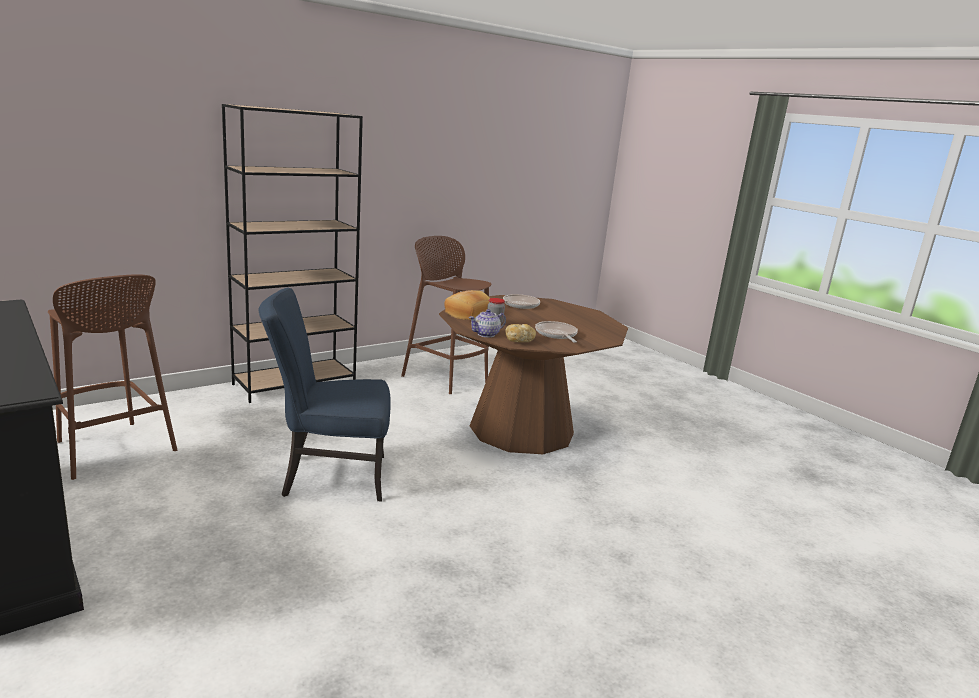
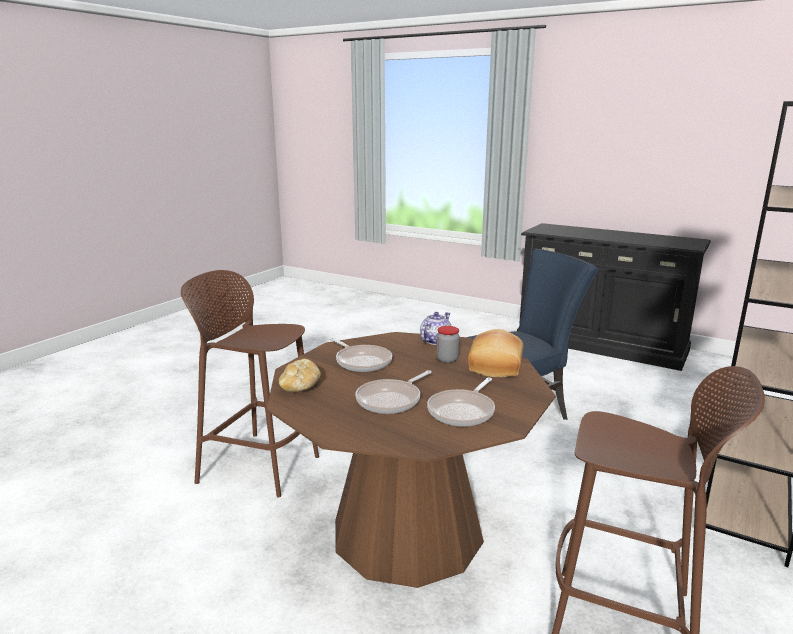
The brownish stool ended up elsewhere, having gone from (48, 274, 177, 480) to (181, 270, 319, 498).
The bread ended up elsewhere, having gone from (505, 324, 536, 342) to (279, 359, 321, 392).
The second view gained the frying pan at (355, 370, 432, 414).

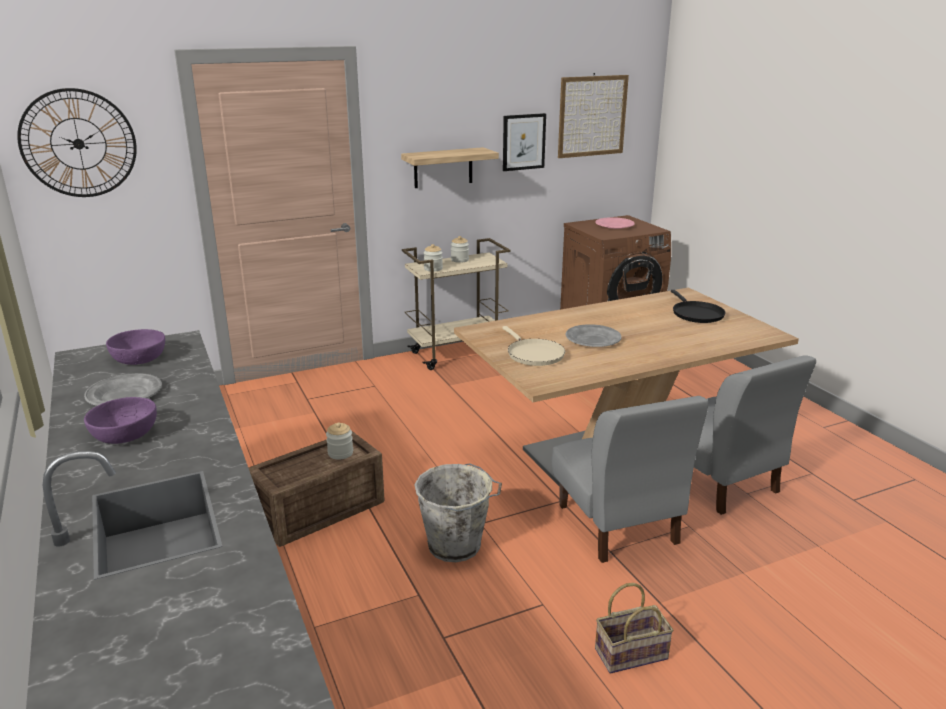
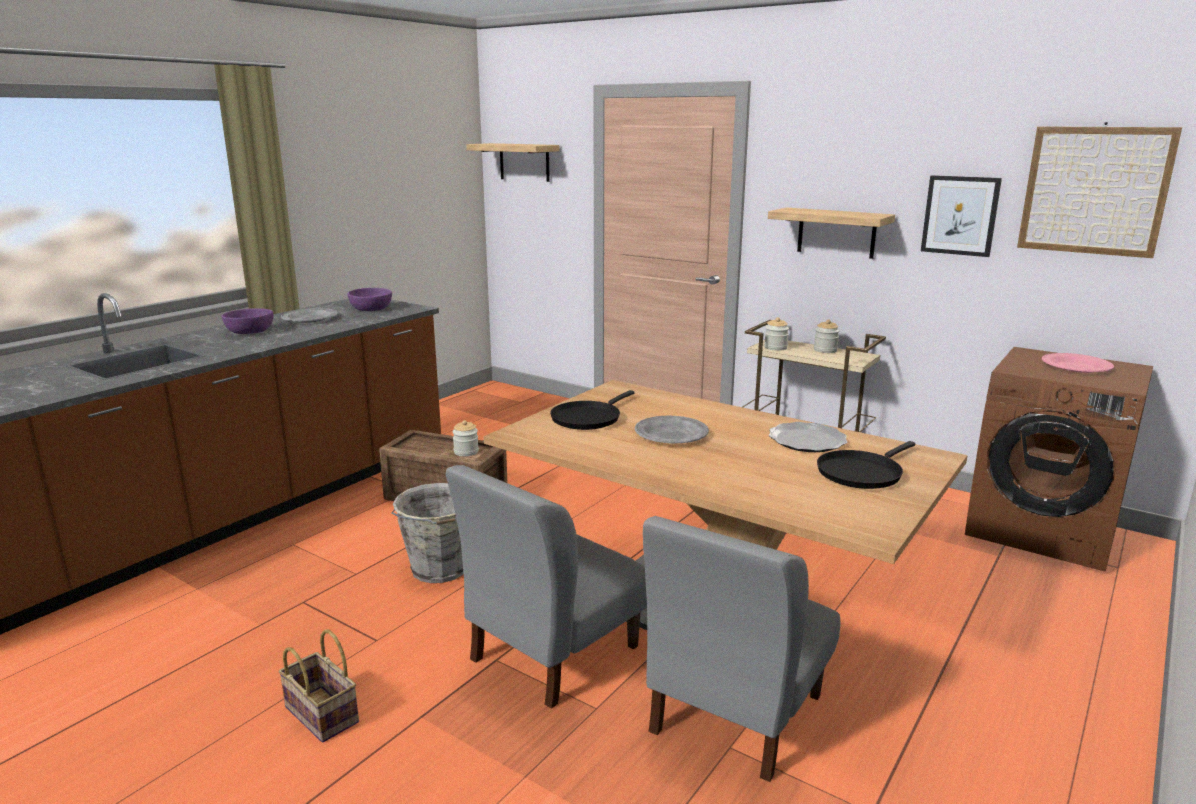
Where the wall clock hung at (17, 88, 137, 197), the bracket shelf came to hang at (466, 143, 559, 182).
What was the beige-coloured frying pan at (502, 326, 565, 366) turned into the black frying pan at (550, 390, 634, 430).
The second view gained the dinner plate at (769, 422, 847, 452).

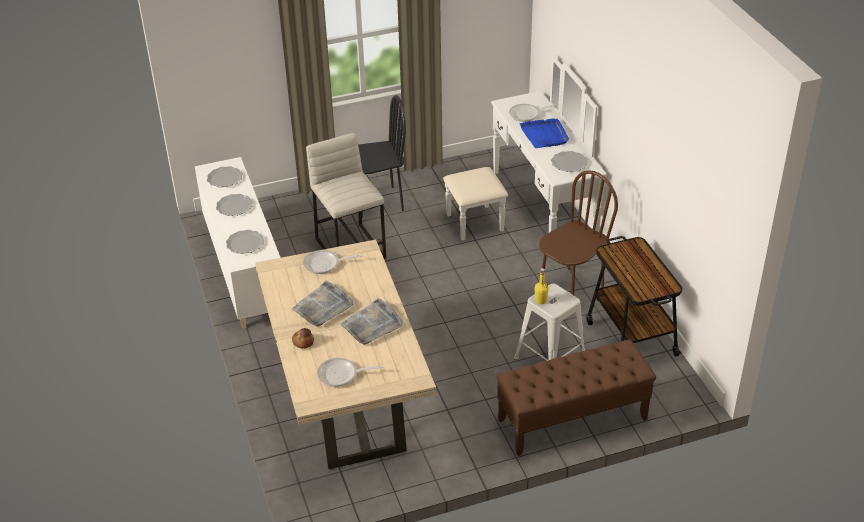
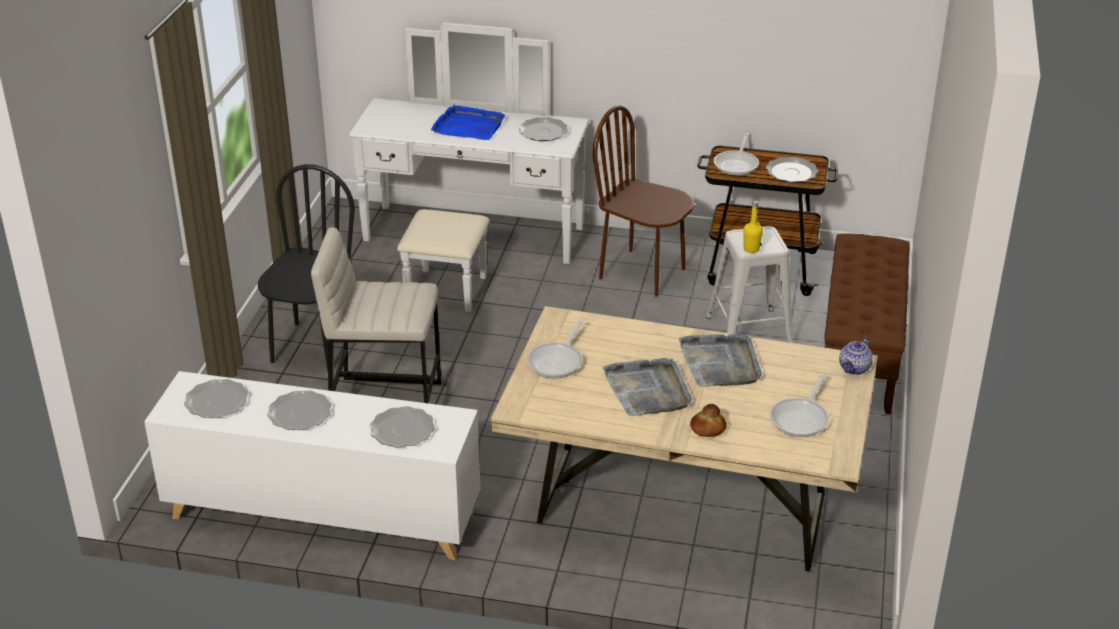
The frying pan ended up elsewhere, having gone from (509, 104, 556, 122) to (714, 133, 759, 176).
The brownish upright chair at (539, 170, 618, 295) ended up facing another way, 45 degrees counterclockwise from before.
The second view gained the dinner plate at (766, 157, 818, 183).
The second view gained the teapot at (839, 337, 873, 375).

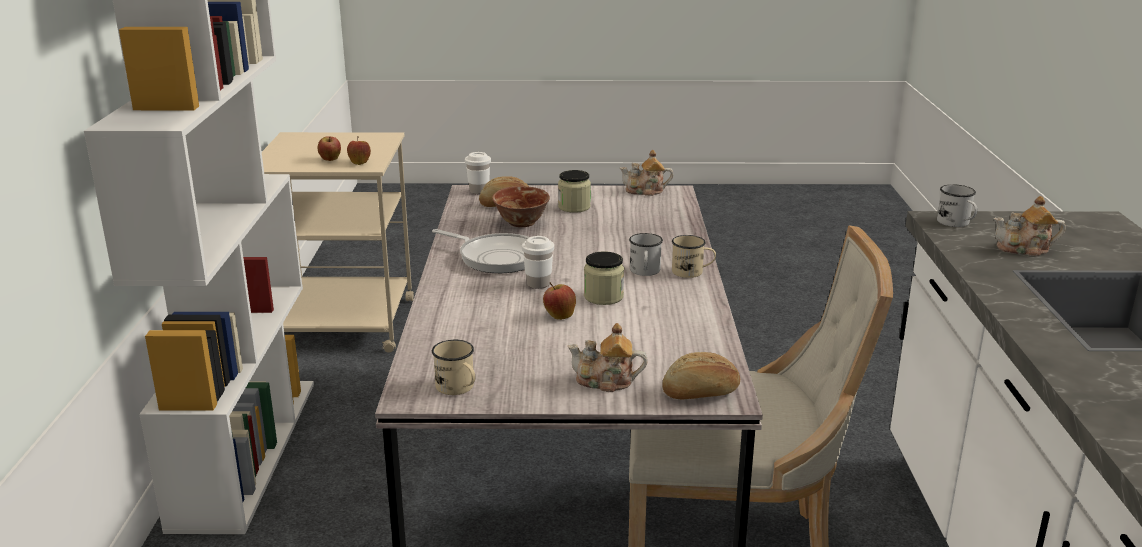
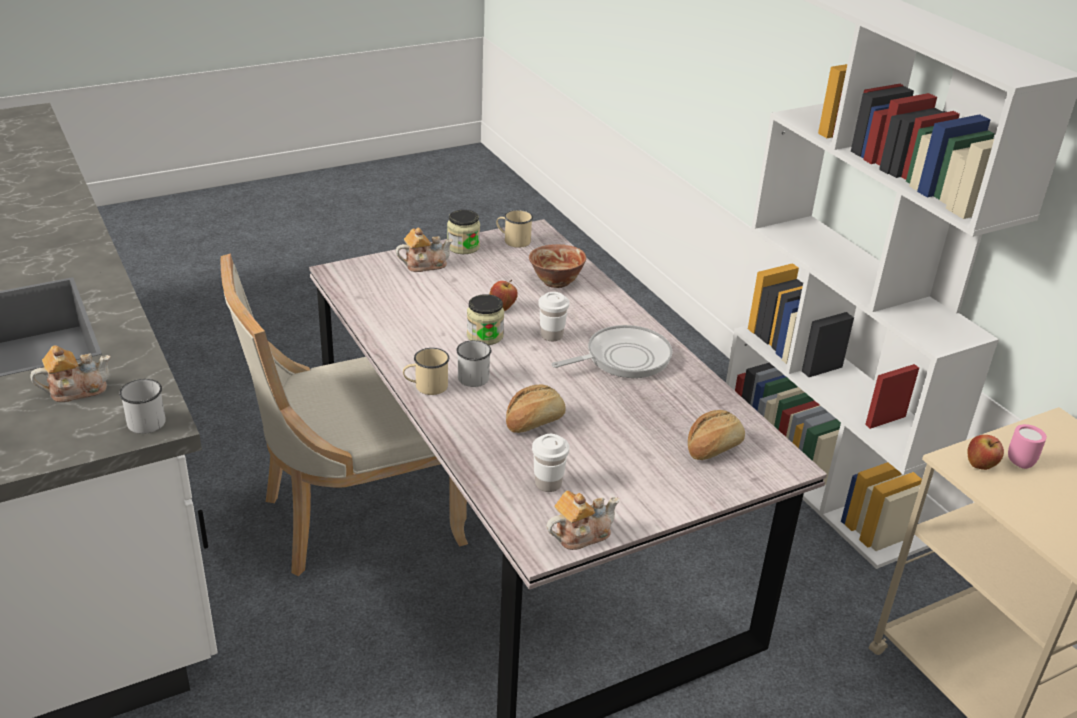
Where the apple fruit stood at (318, 136, 341, 161), the pinkish tea mug came to stand at (1008, 424, 1047, 469).
The frying pan at (432, 229, 529, 273) ended up facing another way, 150 degrees clockwise from before.
The white-coloured drinking cup ended up elsewhere, having gone from (465, 152, 491, 194) to (532, 434, 569, 492).
The deep dish ended up elsewhere, having gone from (492, 186, 550, 227) to (529, 244, 586, 288).
The preserve jar ended up elsewhere, having gone from (558, 170, 591, 213) to (447, 210, 480, 254).
The bread ended up elsewhere, having gone from (662, 352, 740, 400) to (506, 385, 566, 433).

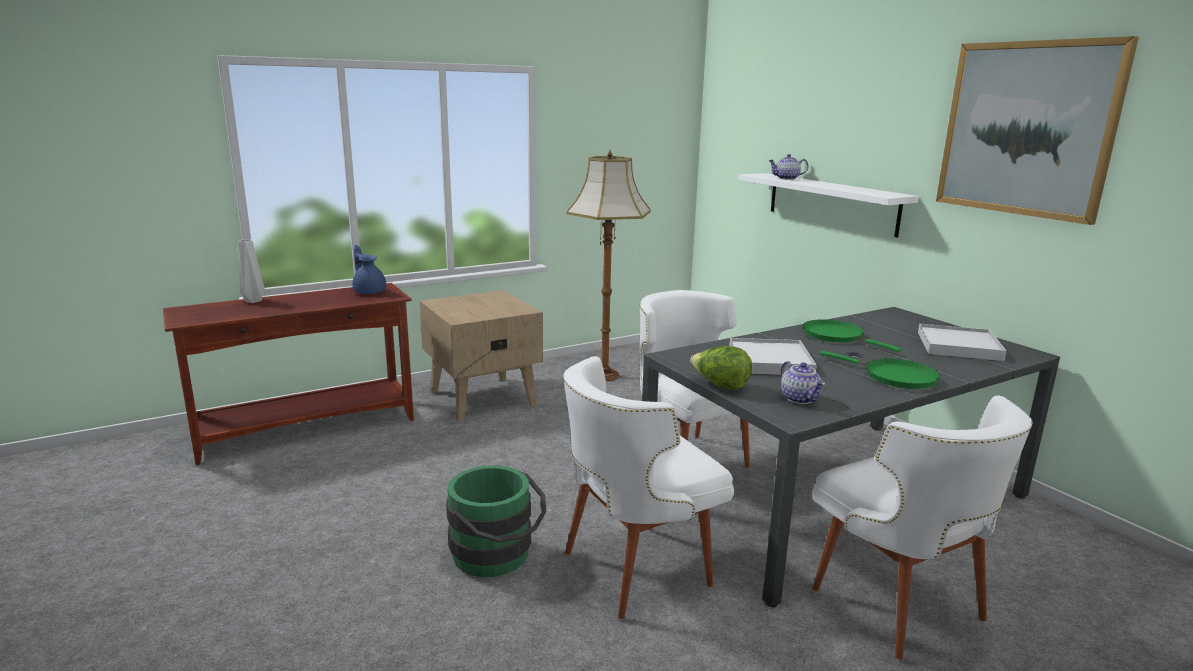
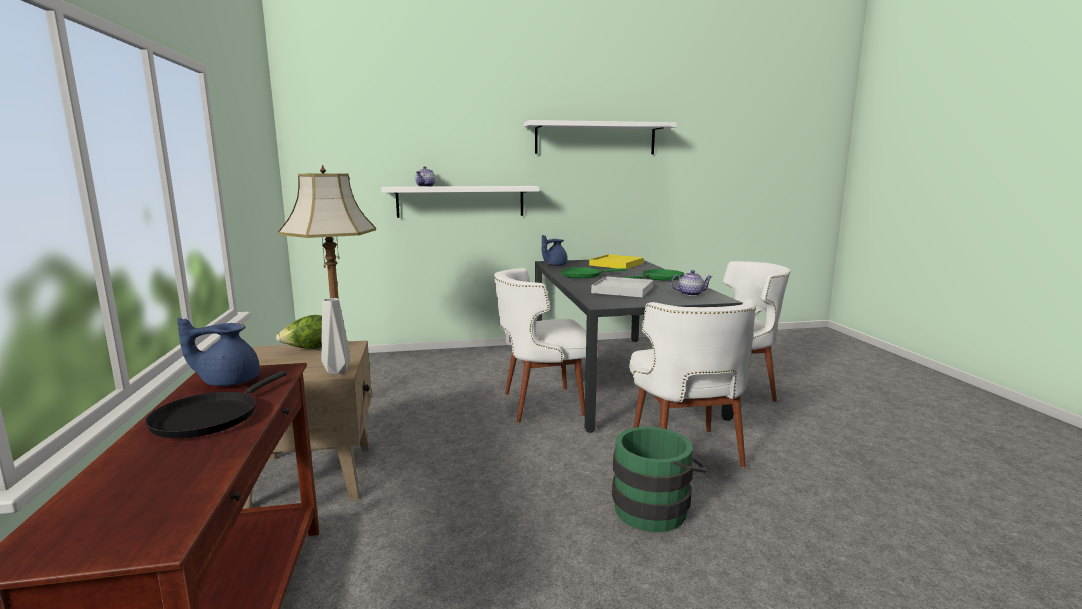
The gray vase ended up elsewhere, having gone from (238, 239, 265, 303) to (321, 298, 350, 374).
The head of lettuce ended up elsewhere, having gone from (690, 346, 752, 390) to (276, 315, 322, 349).
What was the white-coloured carrying tray at (918, 324, 1007, 361) turned into the yellow-coloured carrying tray at (589, 254, 644, 269).
Where the wall art hung at (936, 36, 1139, 225), the white-coloured bracket shelf came to hang at (524, 120, 677, 154).
The second view gained the black frying pan at (145, 371, 287, 438).
The second view gained the blue teapot at (542, 235, 568, 266).

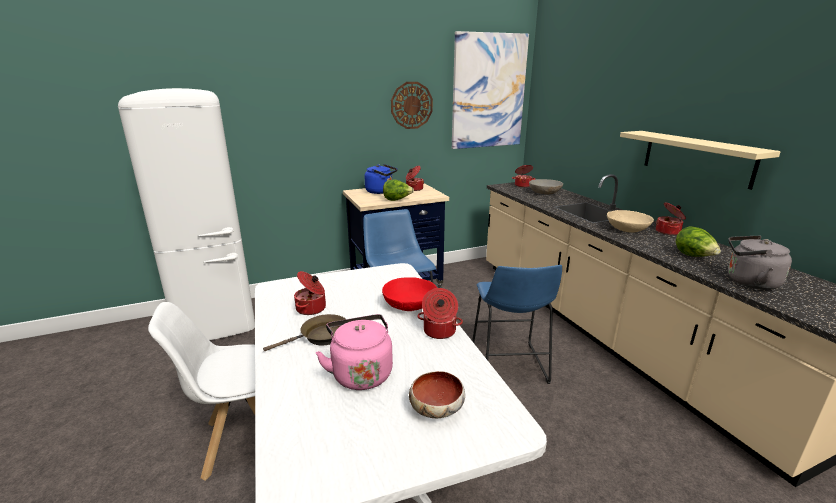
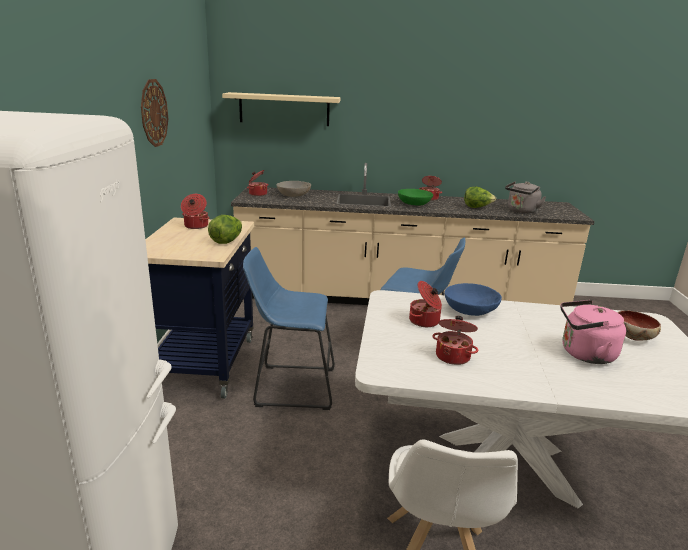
The second view lost the brownish frying pan at (263, 314, 345, 351).
The second view lost the blue tea kettle at (364, 164, 397, 194).
What was the reddish deep dish at (382, 277, 437, 311) turned into the blue deep dish at (444, 283, 502, 316).
The stockpot ended up elsewhere, having gone from (417, 288, 463, 339) to (409, 281, 442, 327).
The second view lost the wall art at (452, 31, 529, 149).
What was the beige-coloured deep dish at (607, 210, 654, 233) turned into the greenish deep dish at (398, 189, 433, 206).
The beige-coloured bracket shelf ended up elsewhere, having gone from (620, 131, 781, 190) to (222, 92, 340, 126).

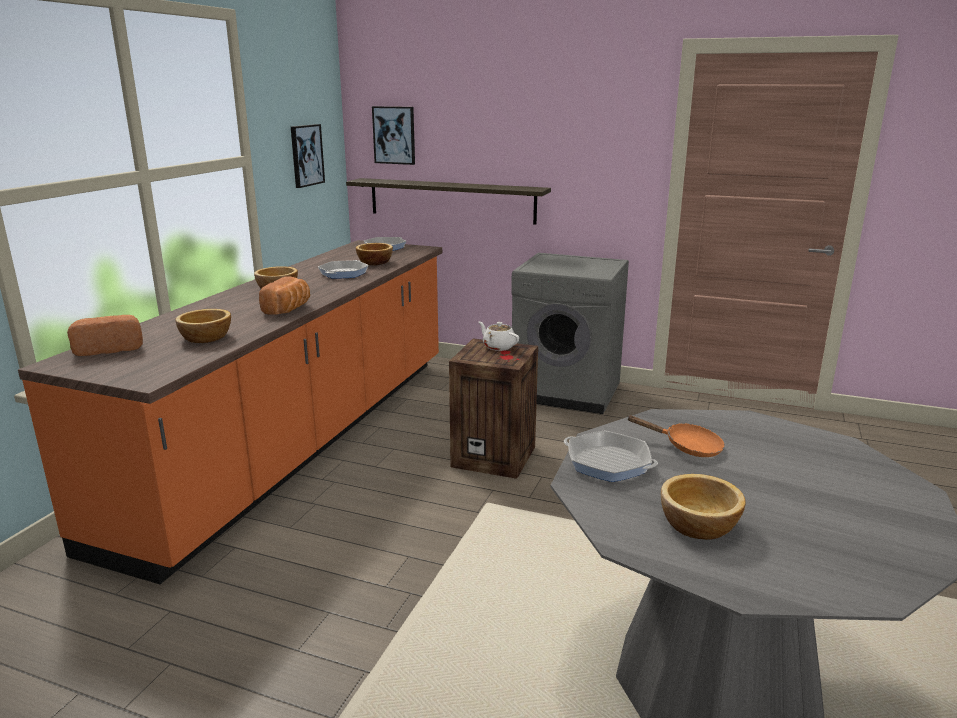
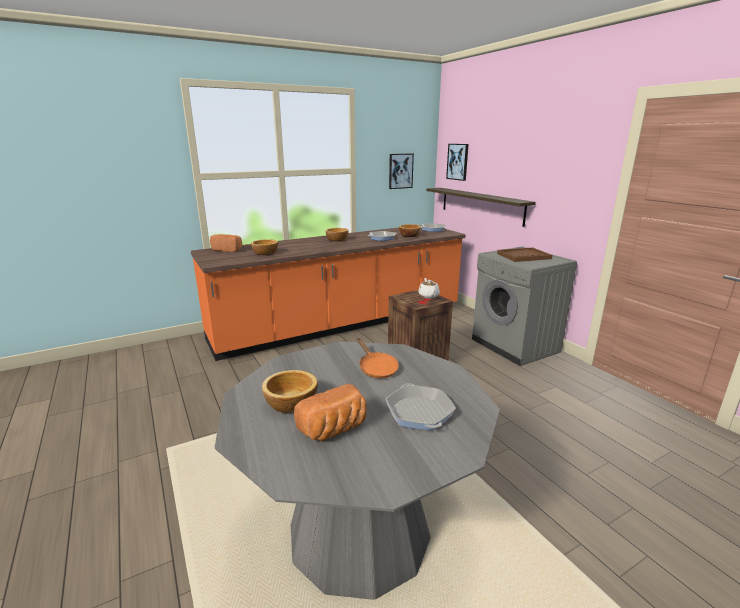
The bread ended up elsewhere, having gone from (259, 276, 310, 315) to (294, 384, 367, 441).
The frying pan ended up elsewhere, having gone from (564, 431, 658, 482) to (385, 383, 456, 431).
The second view gained the brownish carrying tray at (497, 248, 552, 262).

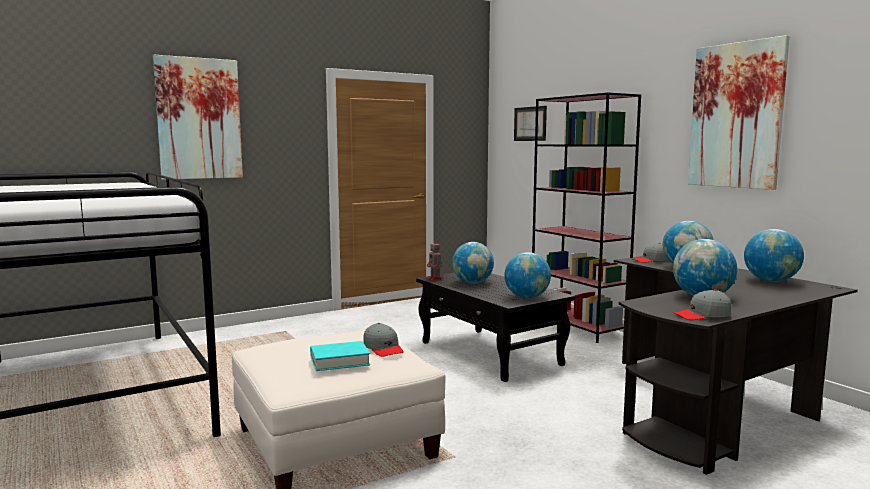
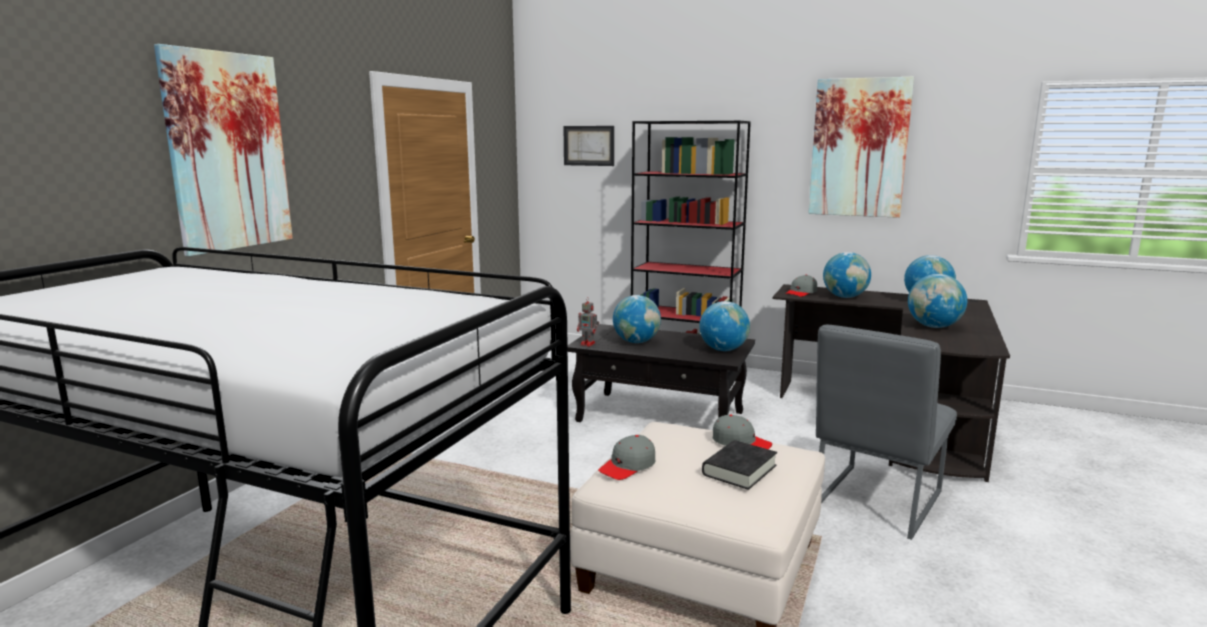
What was the blue-green bound book at (310, 341, 370, 371) turned into the black bound book at (702, 440, 777, 490).
The gray peaked cap ended up elsewhere, having gone from (673, 289, 731, 320) to (598, 435, 655, 480).
The second view gained the gray upright chair at (816, 325, 957, 540).

